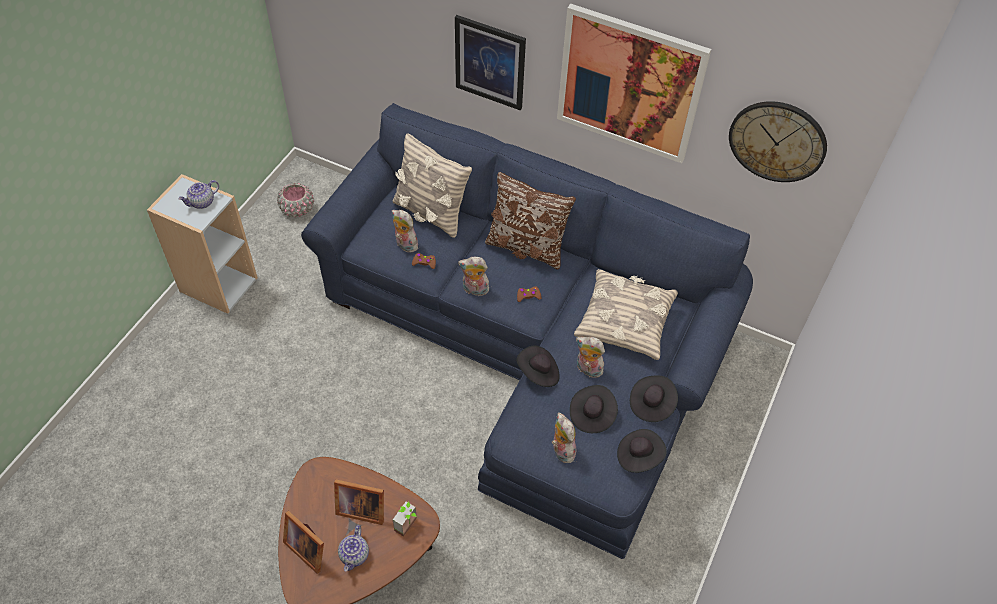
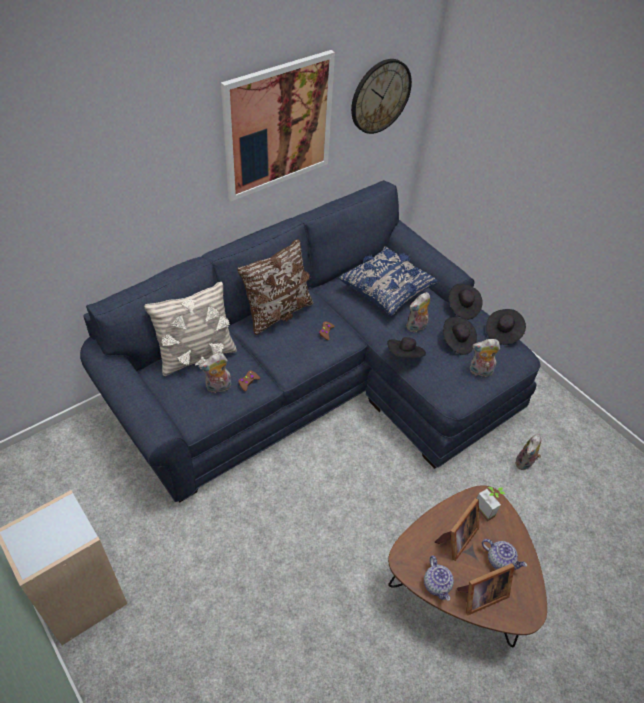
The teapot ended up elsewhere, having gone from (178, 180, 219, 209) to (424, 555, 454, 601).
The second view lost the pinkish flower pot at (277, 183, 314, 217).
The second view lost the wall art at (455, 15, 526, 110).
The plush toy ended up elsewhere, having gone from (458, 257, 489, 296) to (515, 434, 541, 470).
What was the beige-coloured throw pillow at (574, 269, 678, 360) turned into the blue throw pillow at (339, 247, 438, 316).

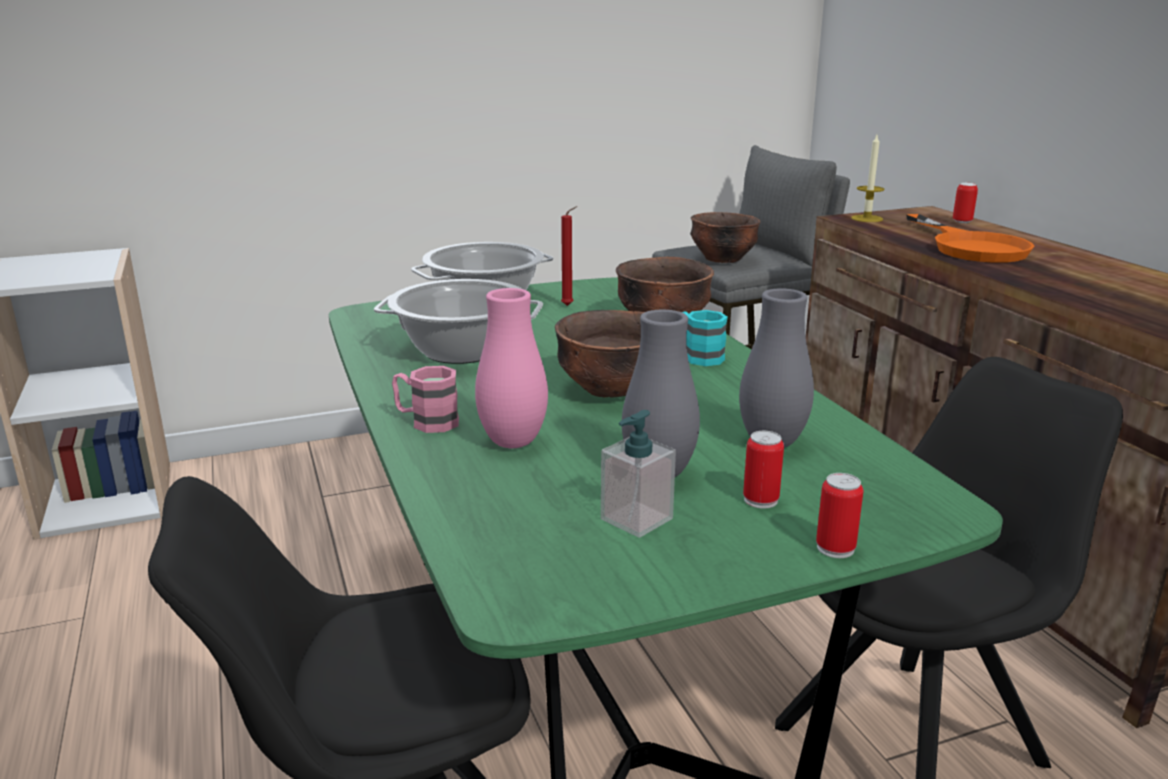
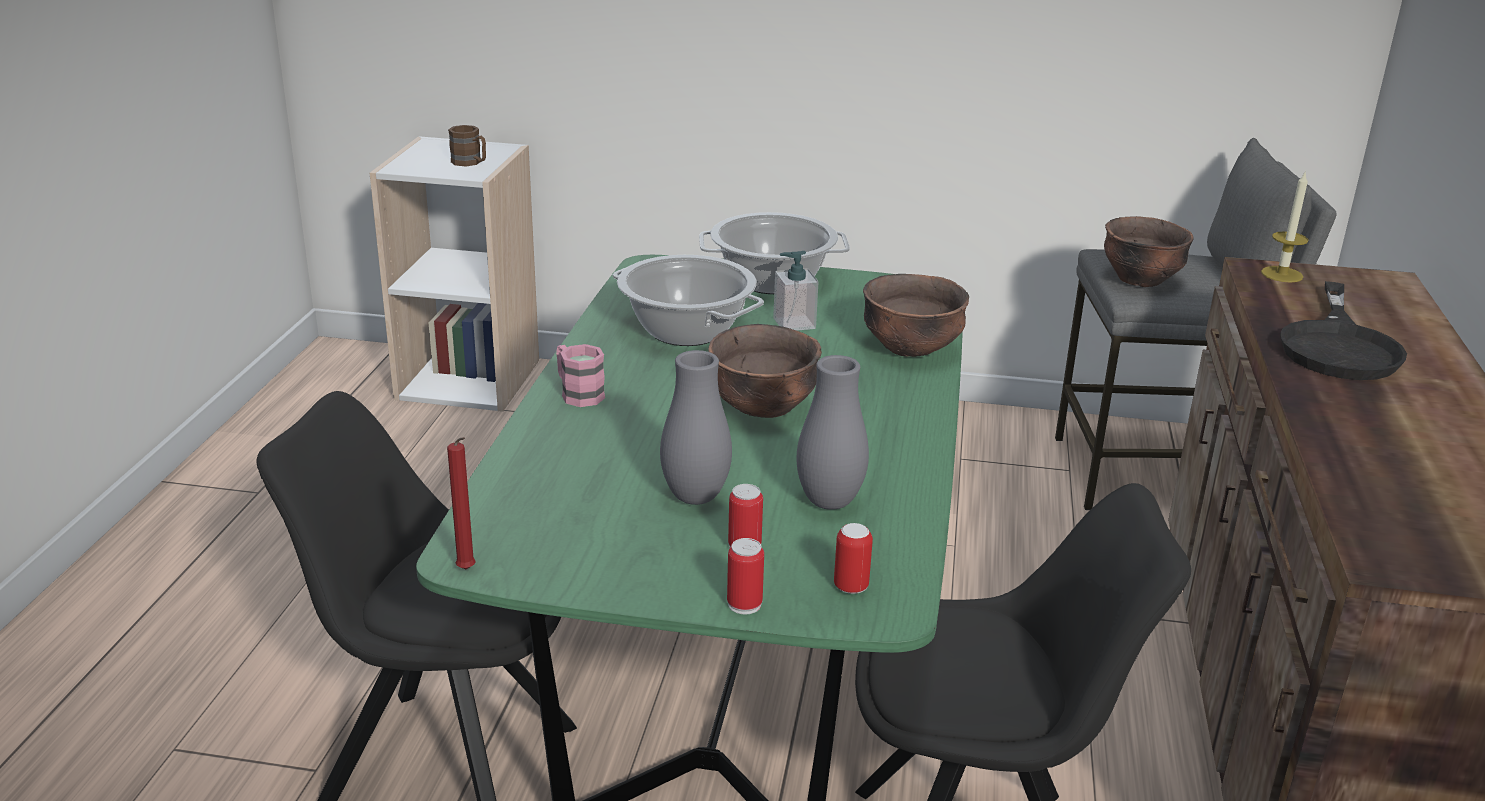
The second view lost the pinkish vase at (475, 288, 548, 448).
The reddish candle ended up elsewhere, having gone from (561, 206, 577, 306) to (447, 437, 476, 569).
The liquid soap bottle ended up elsewhere, having gone from (601, 410, 676, 538) to (773, 251, 819, 331).
The second view lost the blue-green tea mug at (682, 310, 728, 366).
What was the orangey frying pan at (906, 214, 1034, 263) turned into the black frying pan at (1280, 281, 1407, 380).
The can ended up elsewhere, having gone from (953, 183, 978, 223) to (834, 523, 873, 594).
The second view gained the brownish tea mug at (448, 125, 486, 167).

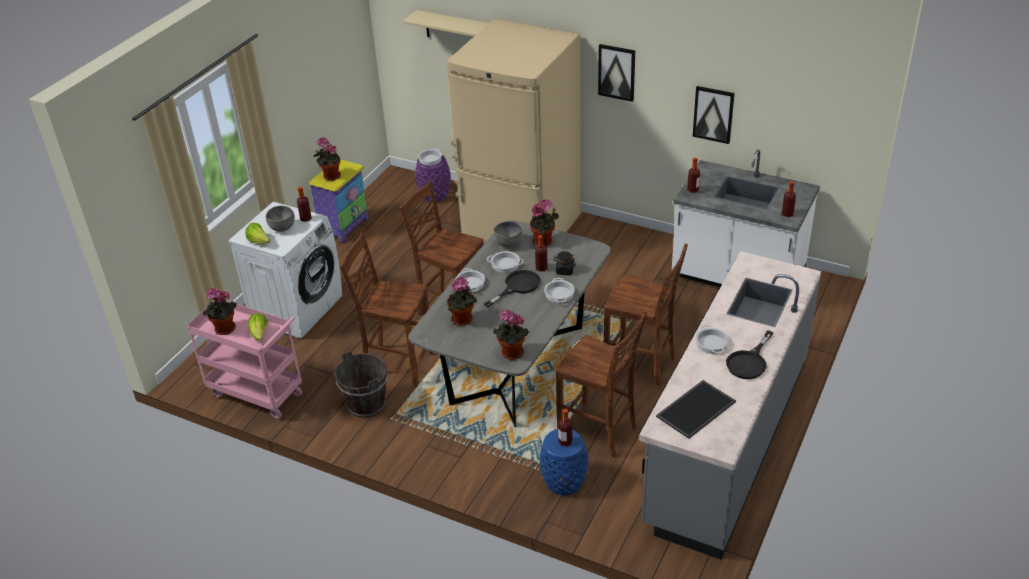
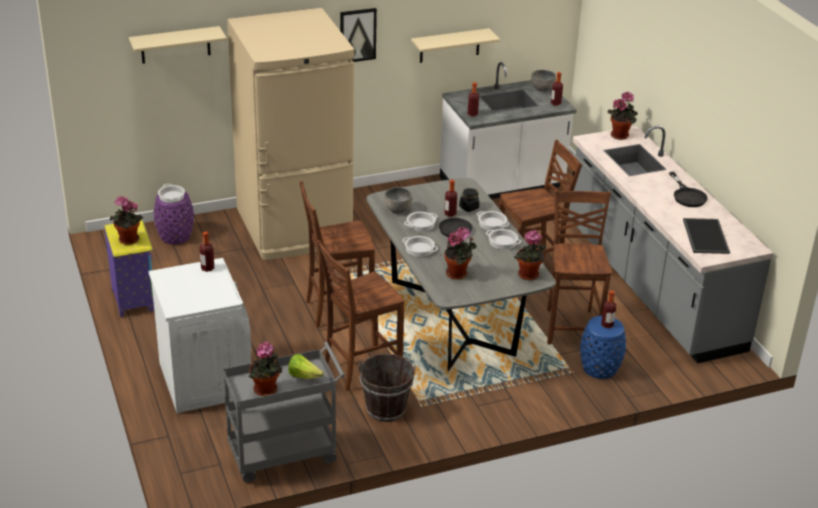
What was the pinkish trolley at (187, 300, 302, 419) turned into the gray trolley at (223, 342, 345, 482).
The second view lost the head of lettuce at (245, 223, 271, 244).
The gray deep dish ended up elsewhere, having gone from (266, 206, 295, 232) to (531, 70, 556, 92).
The plant in a pot ended up elsewhere, having gone from (530, 199, 559, 246) to (608, 92, 638, 140).
The brownish upright chair at (556, 310, 648, 458) ended up facing another way, 75 degrees counterclockwise from before.
Where the wall art hung at (693, 86, 735, 144), the beige-coloured bracket shelf came to hang at (411, 28, 500, 63).
The stockpot ended up elsewhere, having gone from (695, 325, 729, 354) to (486, 229, 521, 250).

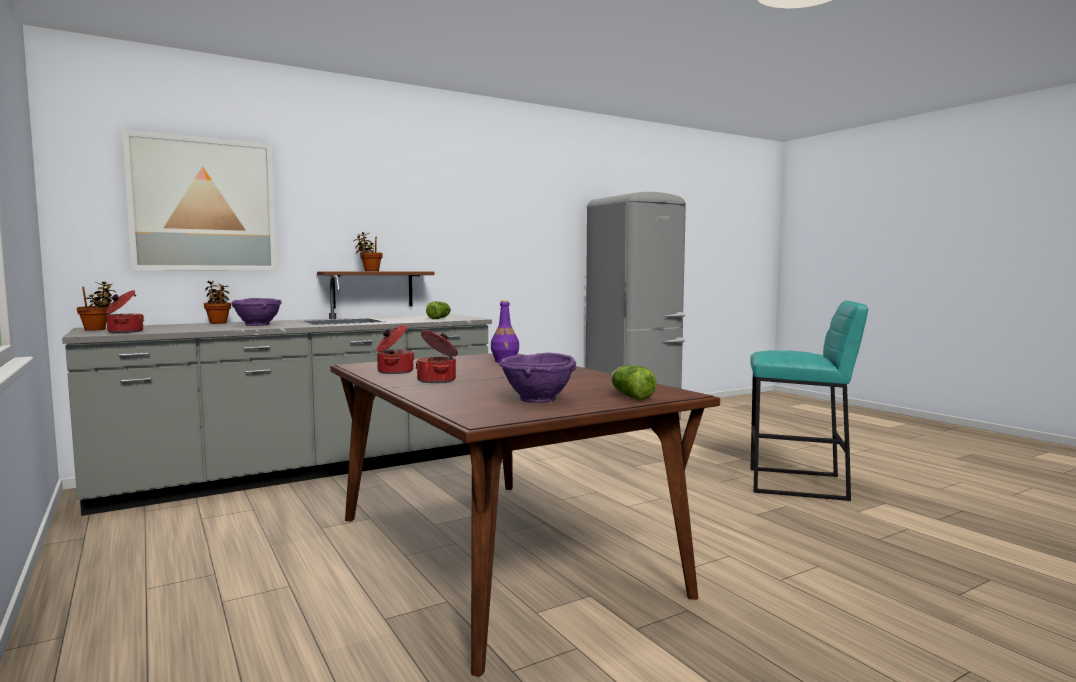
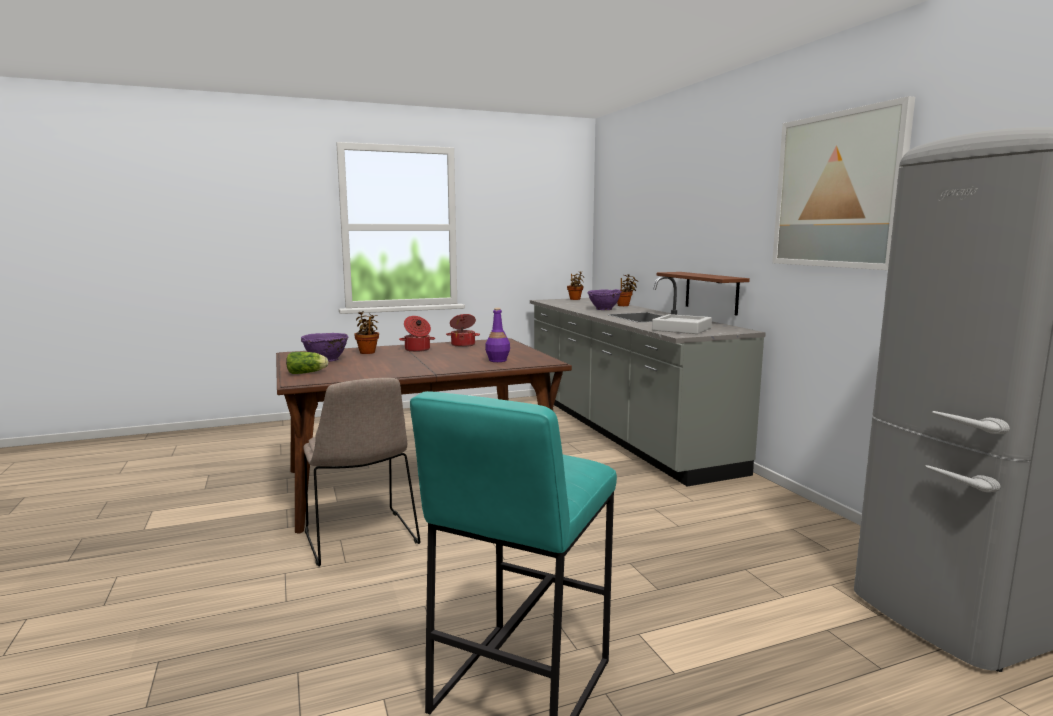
The second view lost the stockpot at (106, 290, 144, 333).
The wall art ended up elsewhere, having gone from (122, 130, 277, 271) to (772, 96, 915, 270).
The plant in a pot ended up elsewhere, having gone from (353, 232, 383, 271) to (354, 311, 379, 354).
Where the head of lettuce stood at (426, 301, 451, 319), the gray carrying tray came to stand at (652, 314, 712, 334).
The second view gained the beige-coloured upright chair at (303, 378, 420, 566).

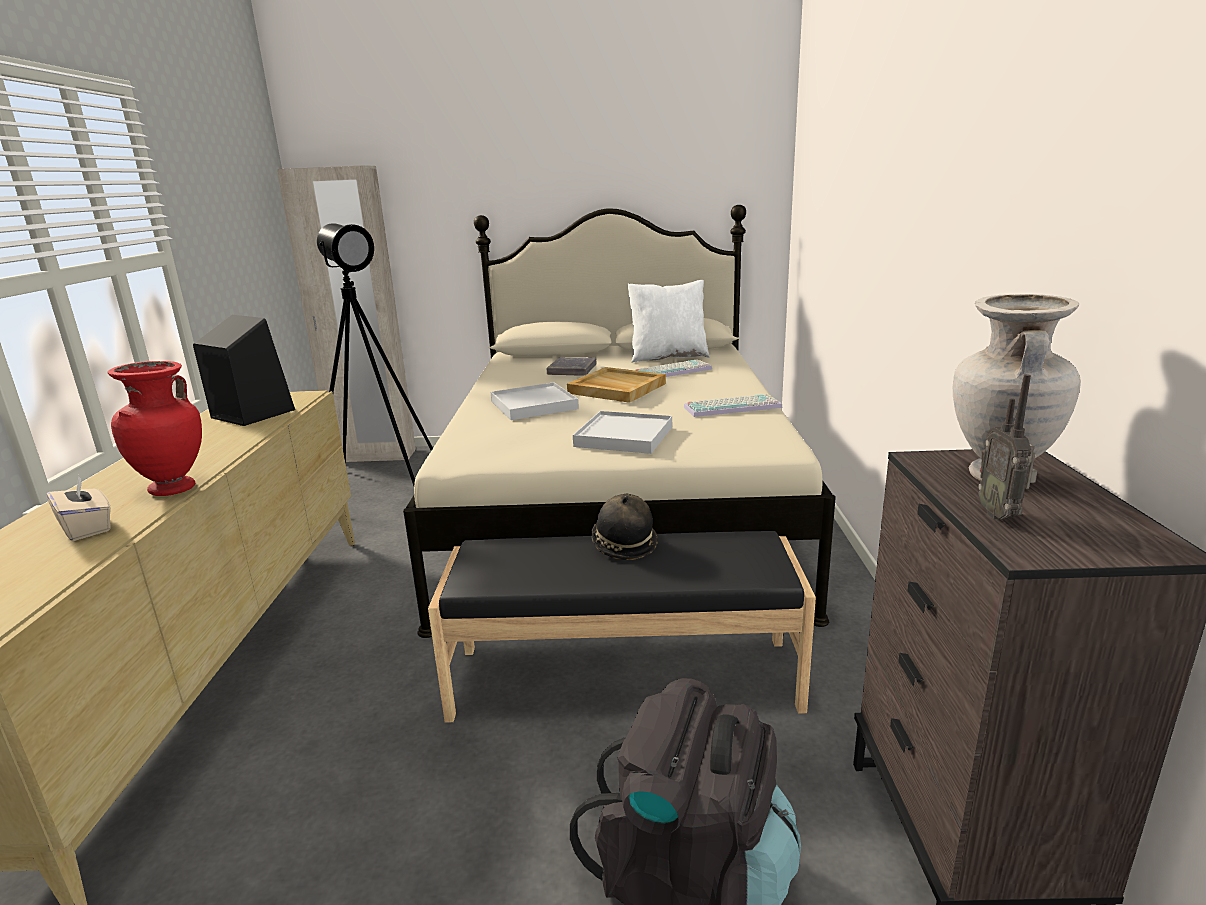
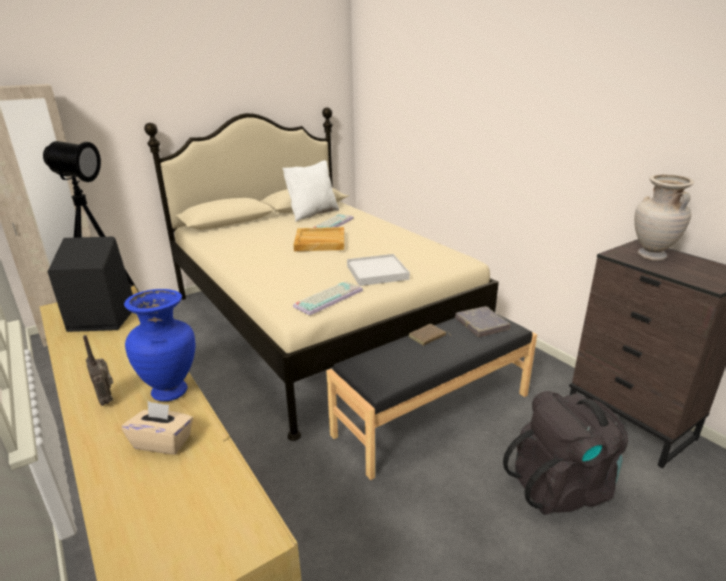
What was the reddish vase at (107, 361, 202, 496) turned into the blue vase at (124, 289, 195, 401).
The second view lost the white-coloured carrying tray at (491, 382, 579, 420).
The gray bound book ended up elsewhere, having gone from (547, 357, 597, 375) to (455, 306, 511, 337).
Where the hat stood at (591, 494, 658, 560), the brownish bound book came to stand at (408, 324, 448, 346).
The PC keyboard ended up elsewhere, having gone from (684, 394, 783, 417) to (293, 281, 363, 316).
The radio receiver ended up elsewhere, having gone from (978, 374, 1037, 520) to (83, 335, 113, 406).

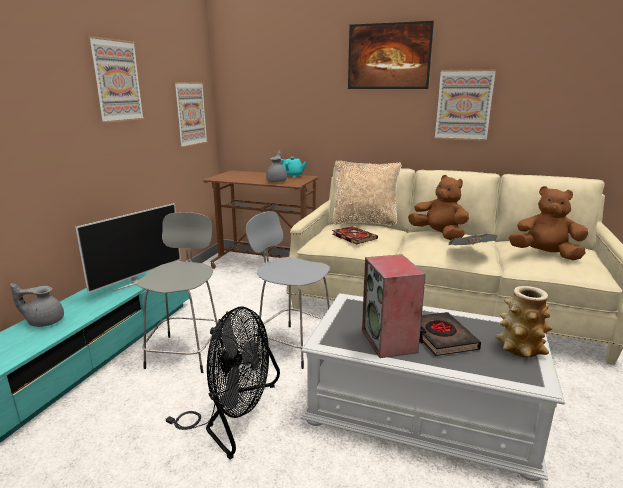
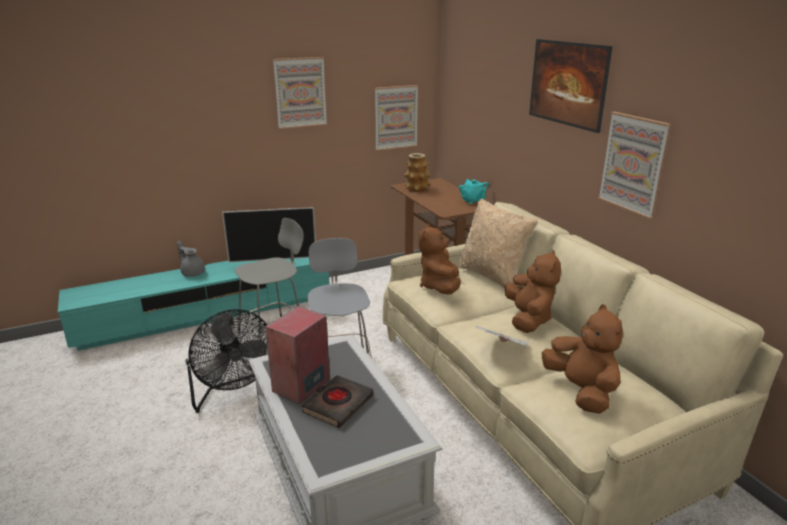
The second view lost the gray teapot at (266, 150, 287, 182).
Where the bound book stood at (332, 226, 378, 244), the brownish plush toy came to stand at (418, 224, 461, 294).
The vase ended up elsewhere, having gone from (495, 286, 552, 357) to (404, 153, 431, 192).

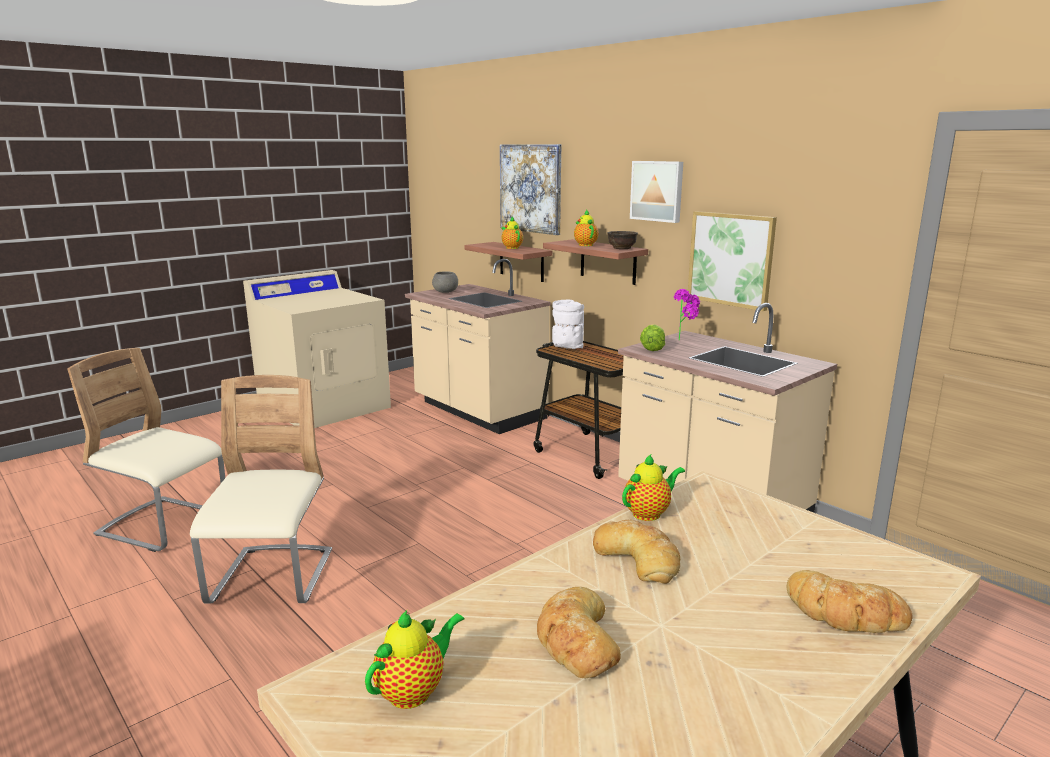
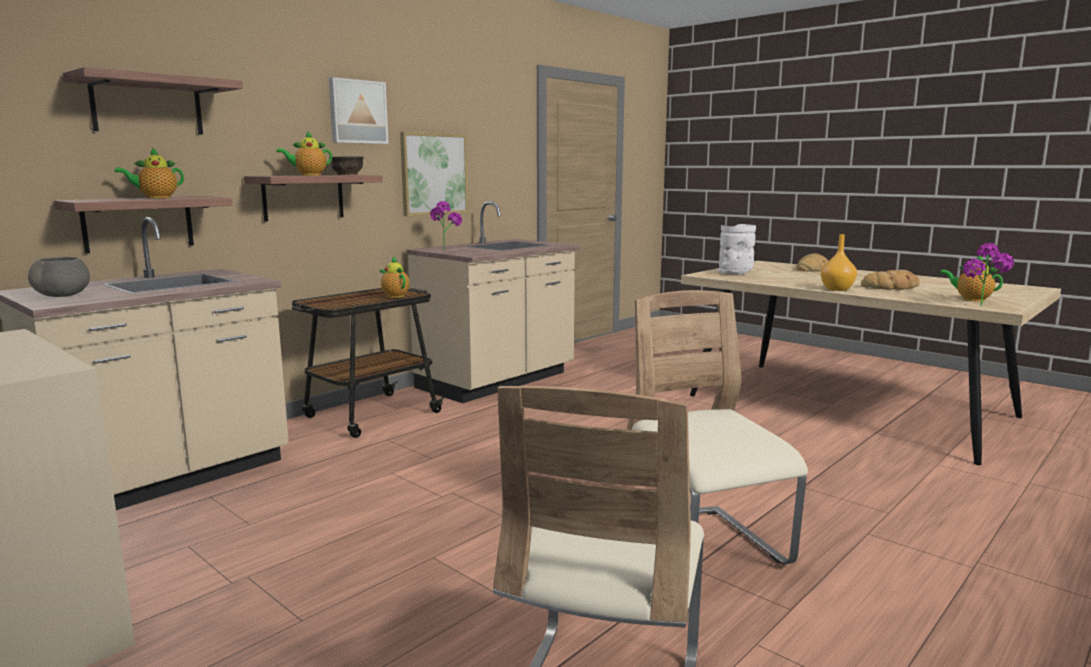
The beige-coloured upright chair at (190, 375, 332, 604) ended up facing another way, 75 degrees clockwise from before.
Where the wall art hung at (500, 144, 561, 235), the bracket shelf came to hang at (63, 67, 243, 135).
The white-coloured vase ended up elsewhere, having gone from (552, 300, 584, 349) to (719, 224, 756, 275).
The second view lost the bread at (593, 520, 680, 584).
The teapot ended up elsewhere, having gone from (622, 454, 685, 521) to (379, 256, 410, 298).
The second view lost the head of lettuce at (640, 324, 665, 351).
The second view gained the orangey vase at (821, 234, 857, 291).
The second view gained the plant in a pot at (963, 243, 1014, 306).

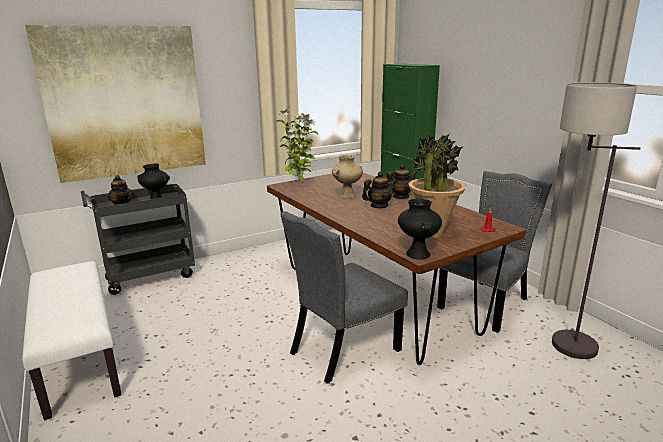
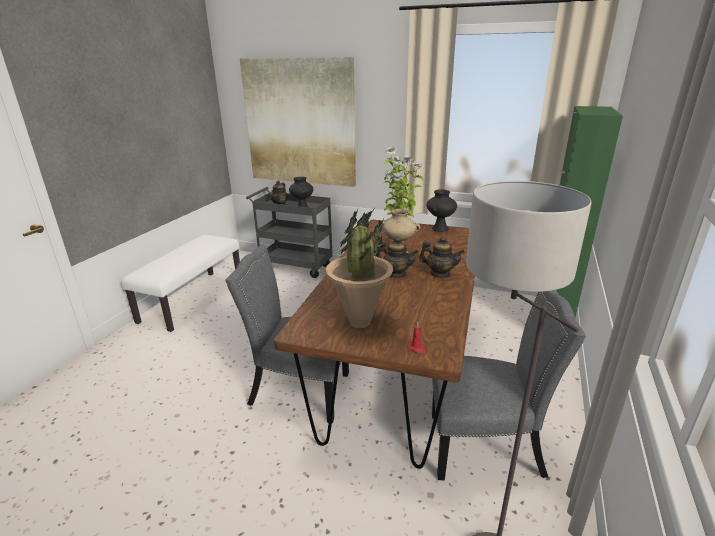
The black vase ended up elsewhere, having gone from (398, 199, 442, 259) to (426, 189, 457, 232).

